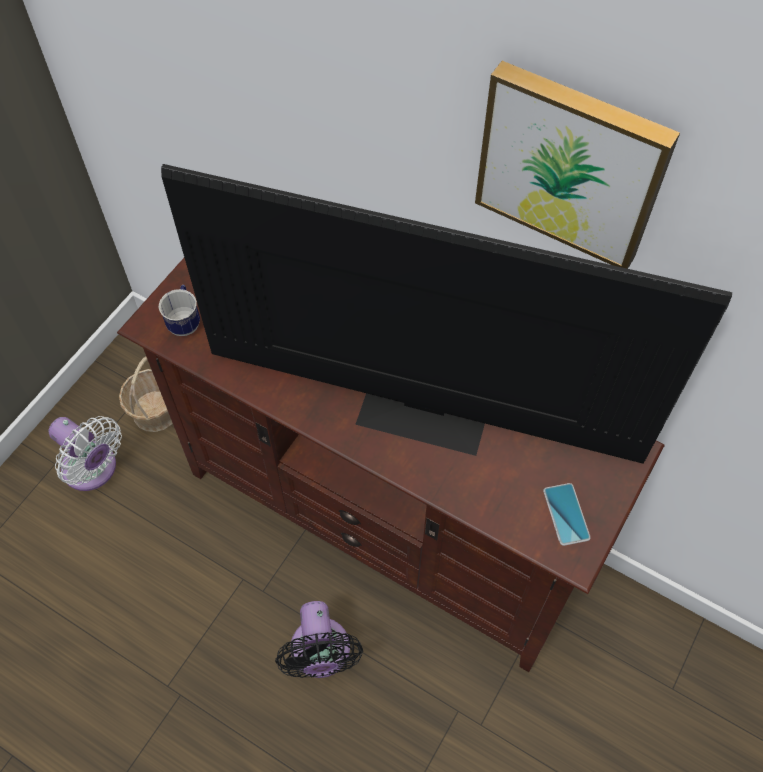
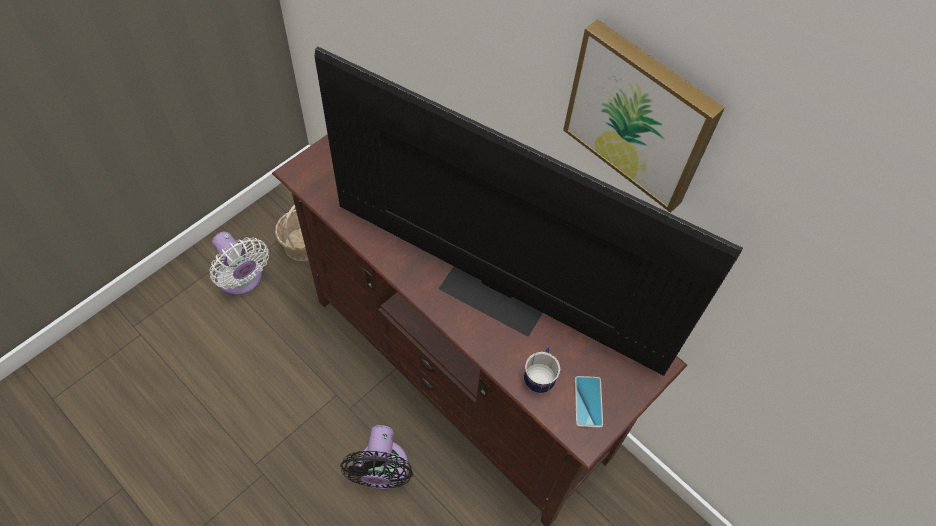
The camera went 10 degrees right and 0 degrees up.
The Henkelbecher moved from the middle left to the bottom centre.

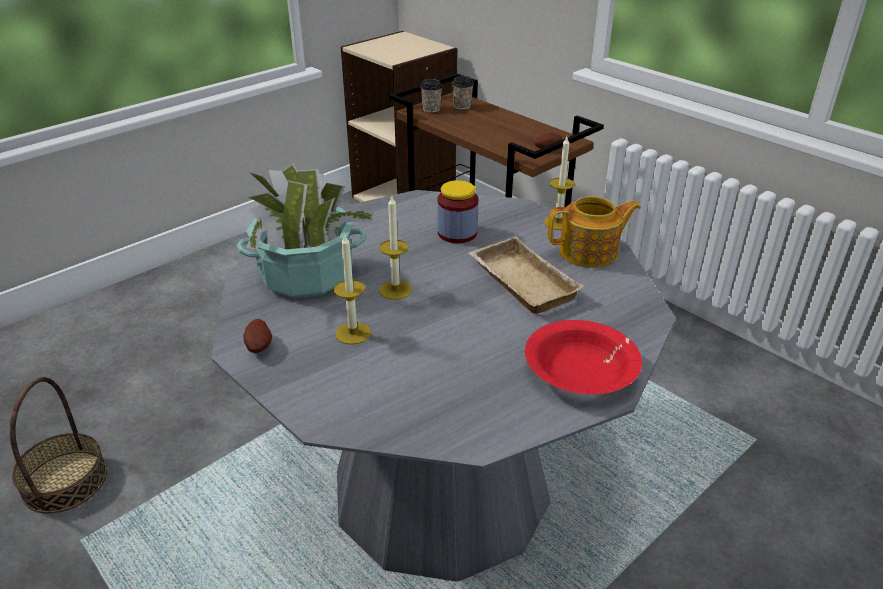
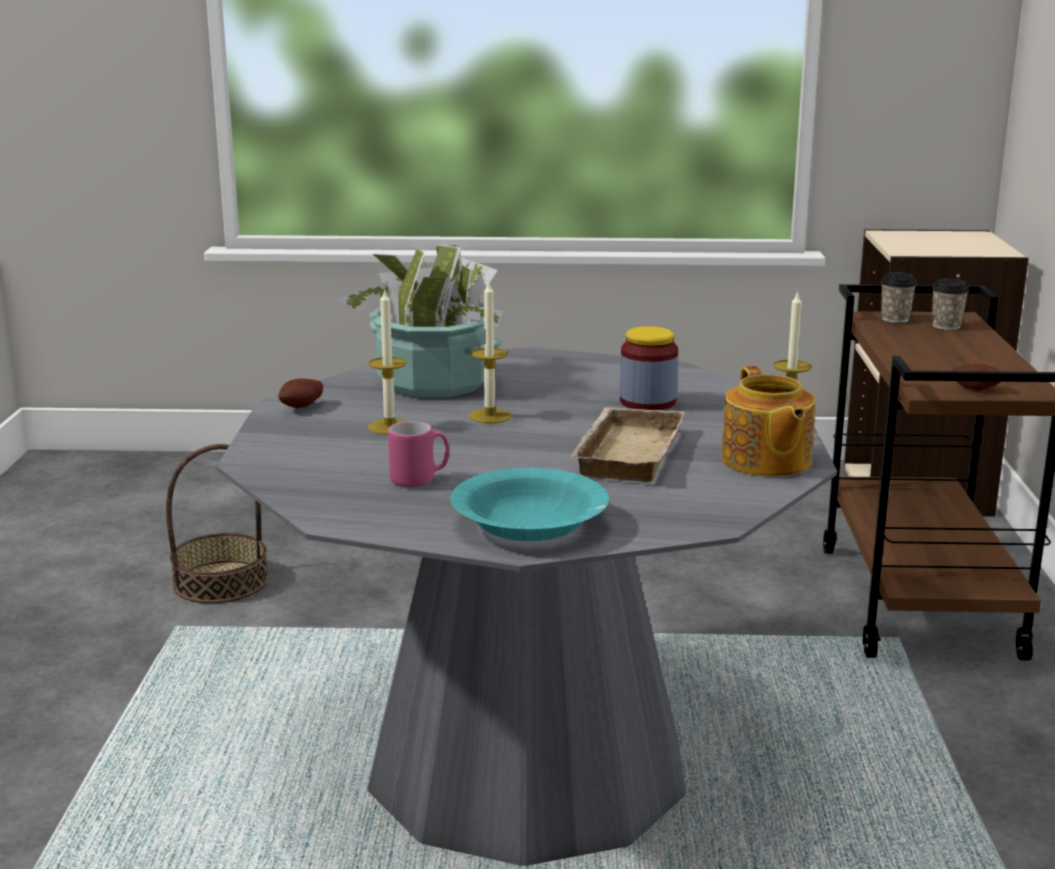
The camera went 45 degrees right and 15 degrees down.
The Henkelbecher (rosa) at the centre appeared.
The Schüssel (rot) at the centre became the Schüssel (türkis) at the centre.
The Teekanne at the middle right turned 45 degrees clockwise.

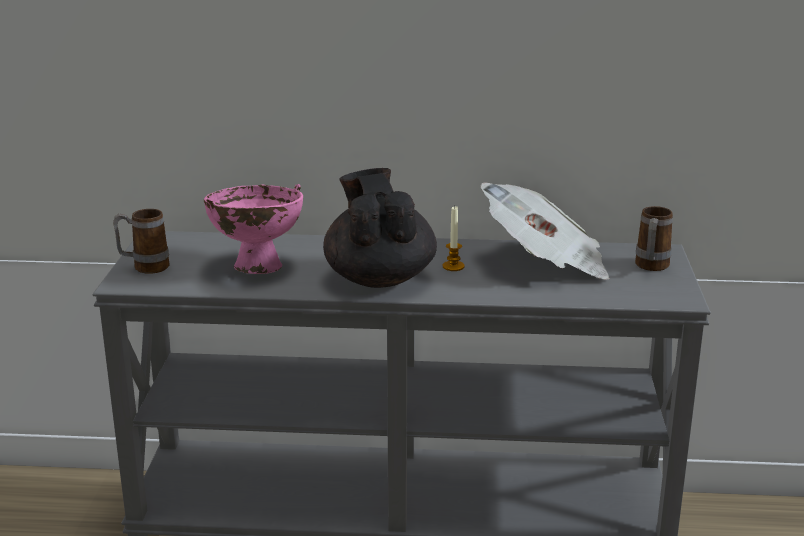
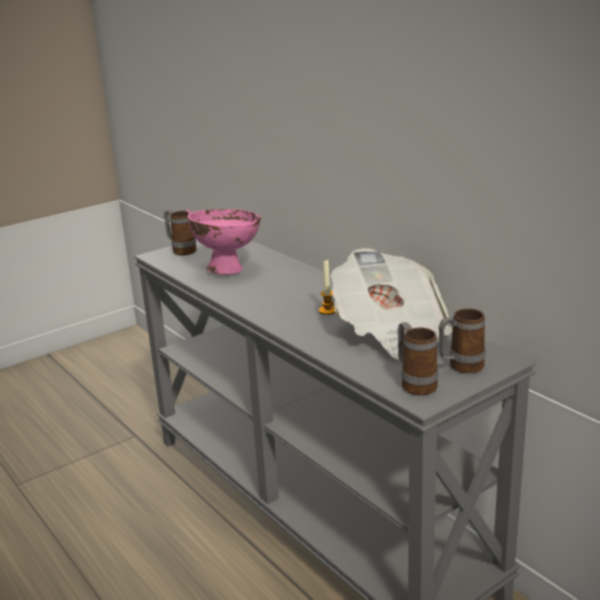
The camera went 50 degrees right and 0 degrees up.
The Teekanne (schwarz) at the centre disappeared.
The Henkelbecher (no. 2 from left) at the middle right appeared.

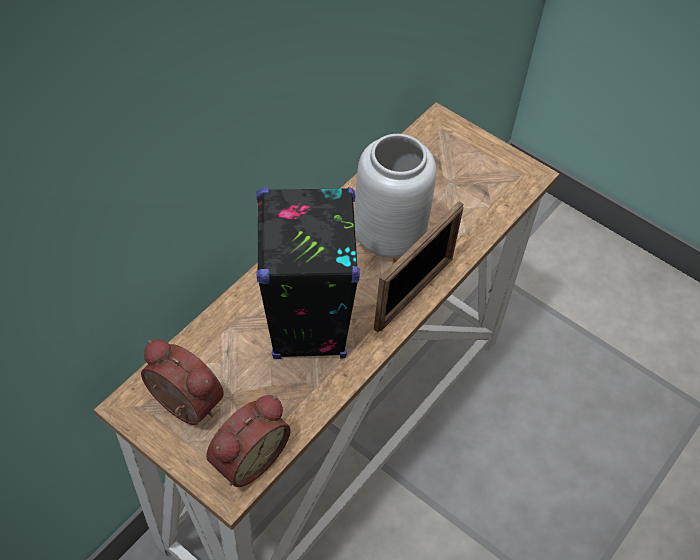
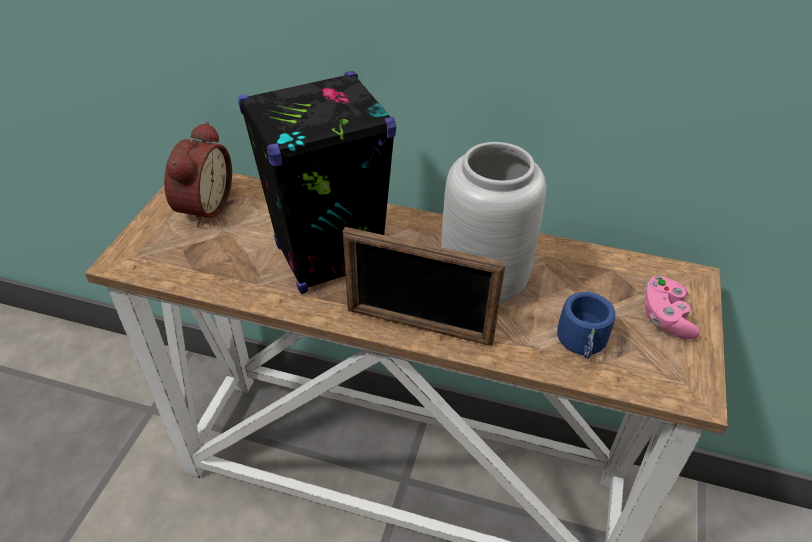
The camera went 70 degrees right and 10 degrees down.
The Wecker (no. 2 from left) at the bottom centre disappeared.
The Henkelbecher (blau) at the middle right appeared.
The Gamepad (rosa) at the middle right appeared.

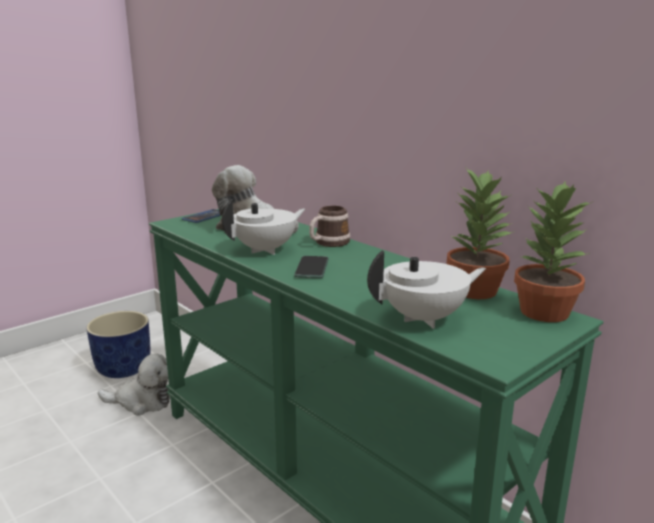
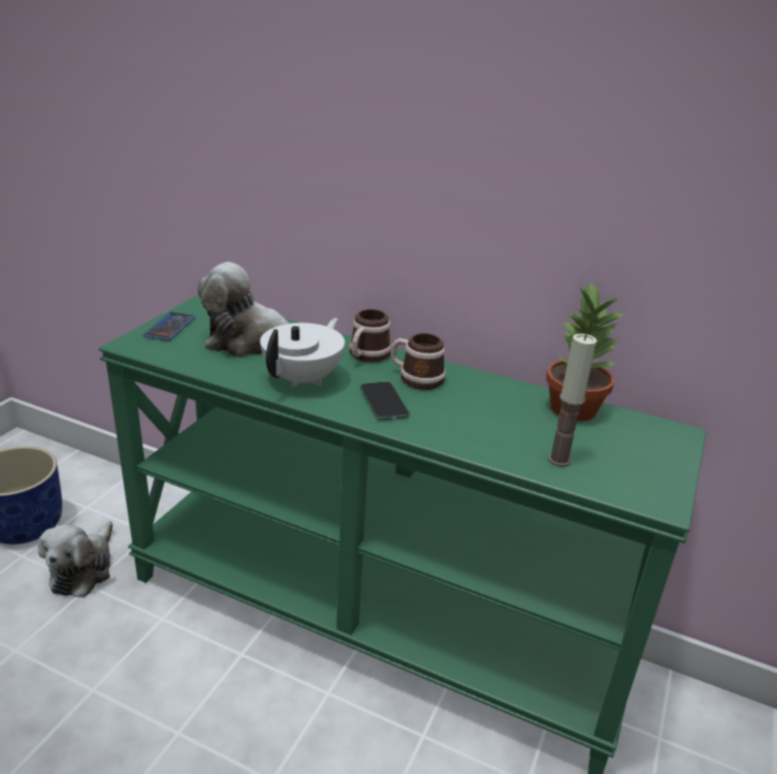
The camera went 25 degrees left and 10 degrees up.
The Topfpflanze (no. 2 from left) at the middle right disappeared.
The Henkelbecher (no. 2 from left) at the centre appeared.
The Teekanne (weiß) (no. 2 from left) at the centre was replaced by the Kerze at the middle right.
The Plüschtier (no. 1 from left) at the bottom left turned 120 degrees clockwise.

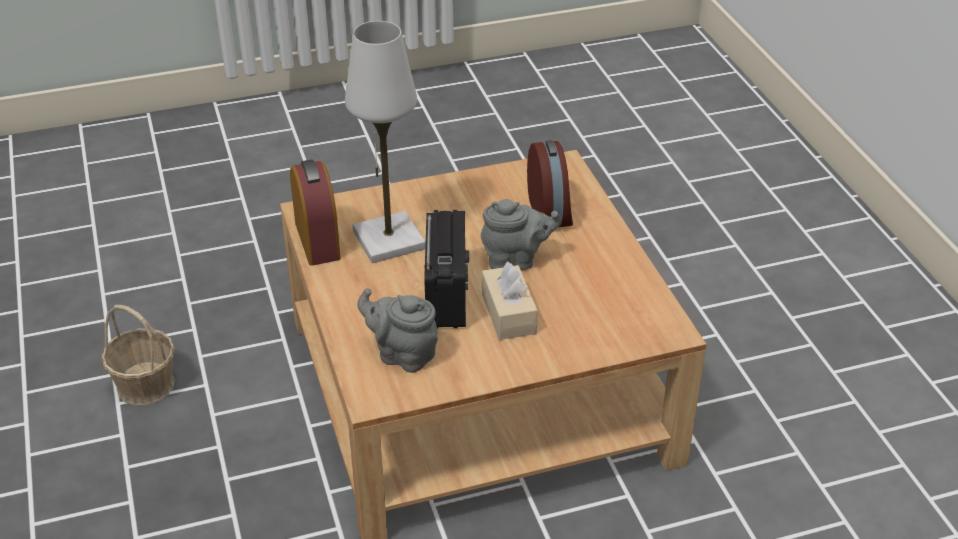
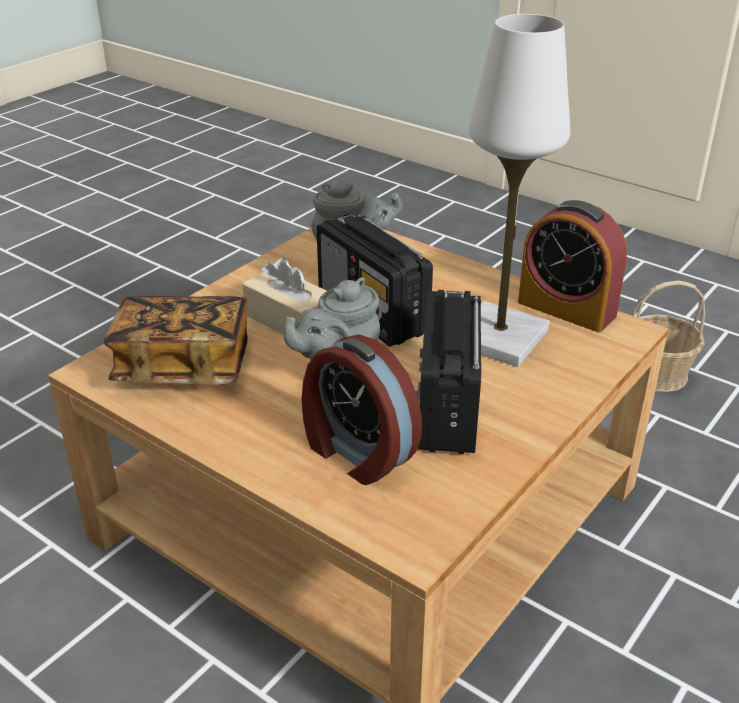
The camera went 145 degrees right and 5 degrees down.
The Buch at the middle left appeared.
The Radio (no. 2 from left) at the centre appeared.

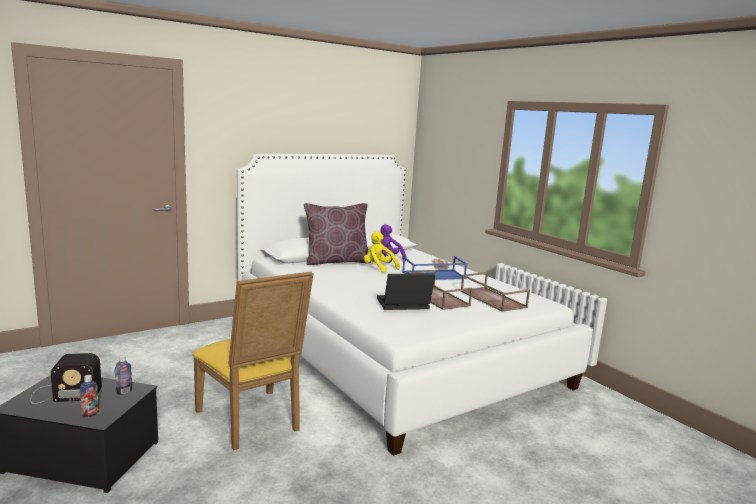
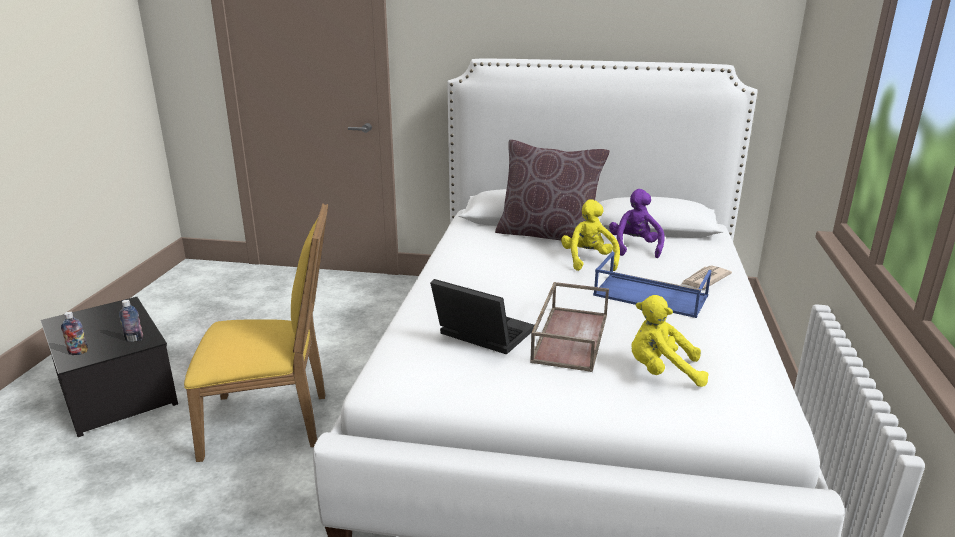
The camera went 45 degrees right and 10 degrees up.
The Radio at the bottom left disappeared.
The Tablett (braun) (no. 2 from left) at the centre was replaced by the Plüschtier (gelb) (no. 2 from left) at the middle right.
The Stuhl (gelb) at the bottom centre turned 105 degrees counterclockwise.

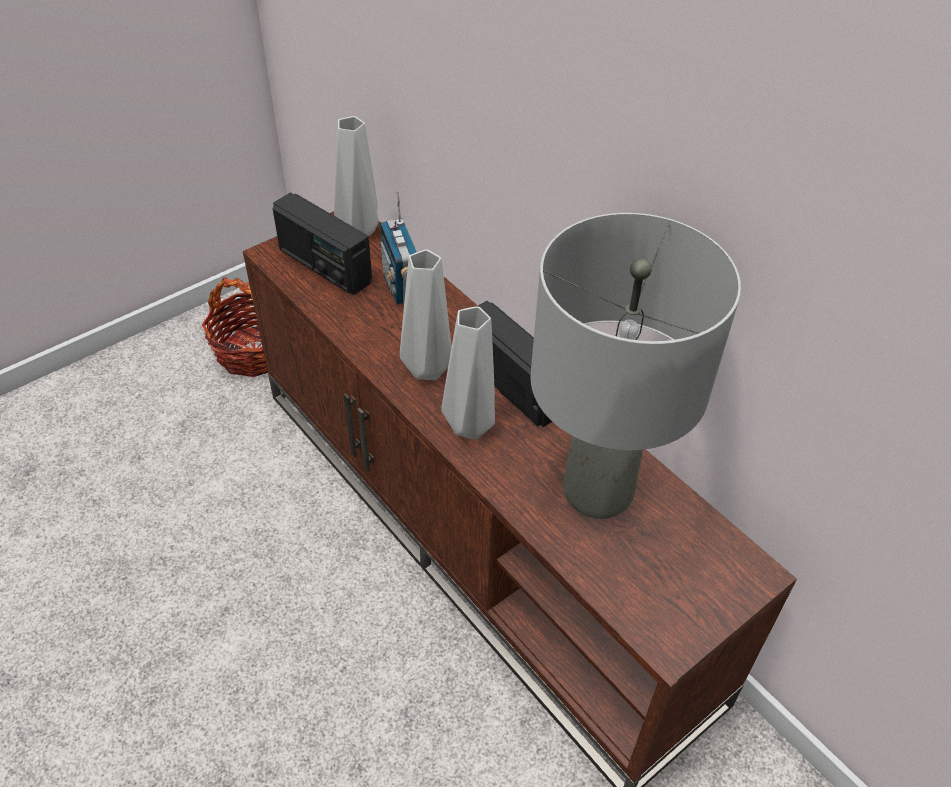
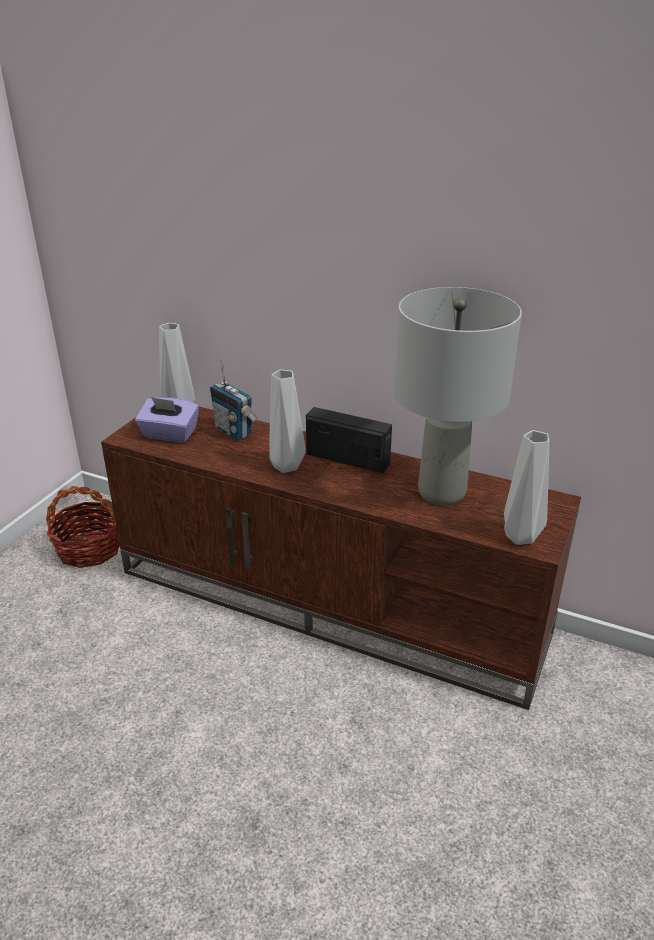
The camera went 25 degrees left and 15 degrees down.
The Vase (grau) (no. 3 from left) moved from the centre to the middle right.
The Radio (no. 1 from left) at the top centre was replaced by the Taschentuchbox (lila) at the middle left.

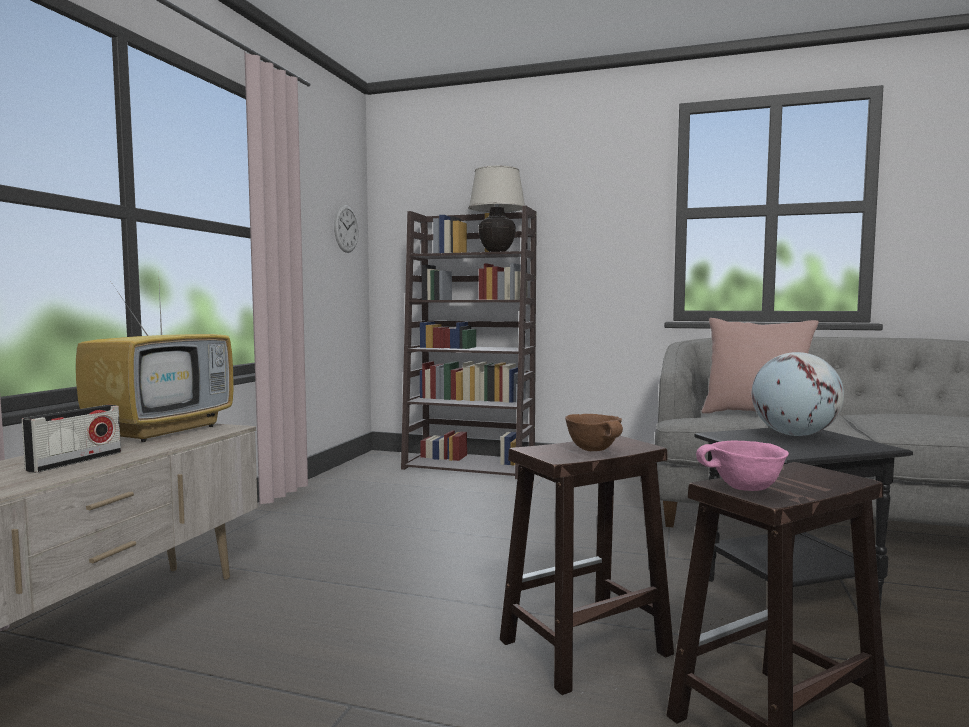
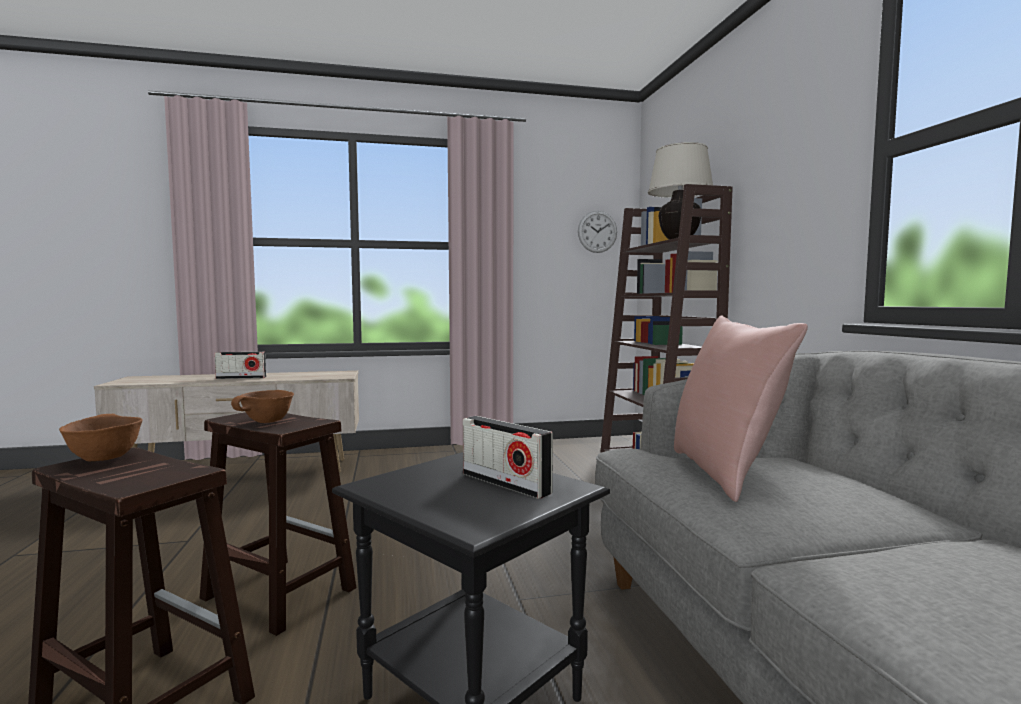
The camera went 60 degrees right and 0 degrees up.
The Fernseher at the middle left disappeared.
The Globus at the middle right was replaced by the Radio (no. 2 from left) at the centre.
The Schüssel (rosa) at the middle right became the Schüssel (braun) (no. 1 from left) at the middle left.

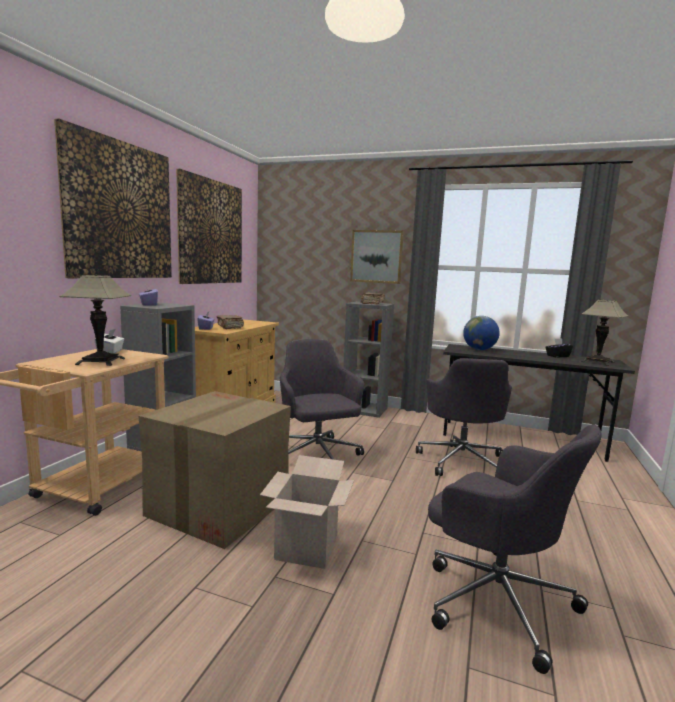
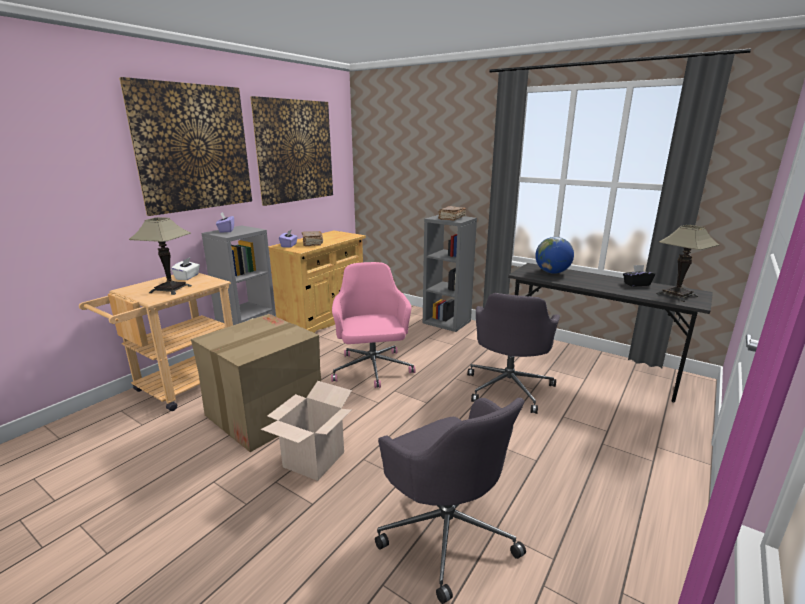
The camera went 15 degrees right and 10 degrees up.
The Bild (no. 3 from left) at the centre disappeared.
The Bürostuhl (grau) (no. 1 from left) at the centre became the Bürostuhl (rosa) at the centre.

